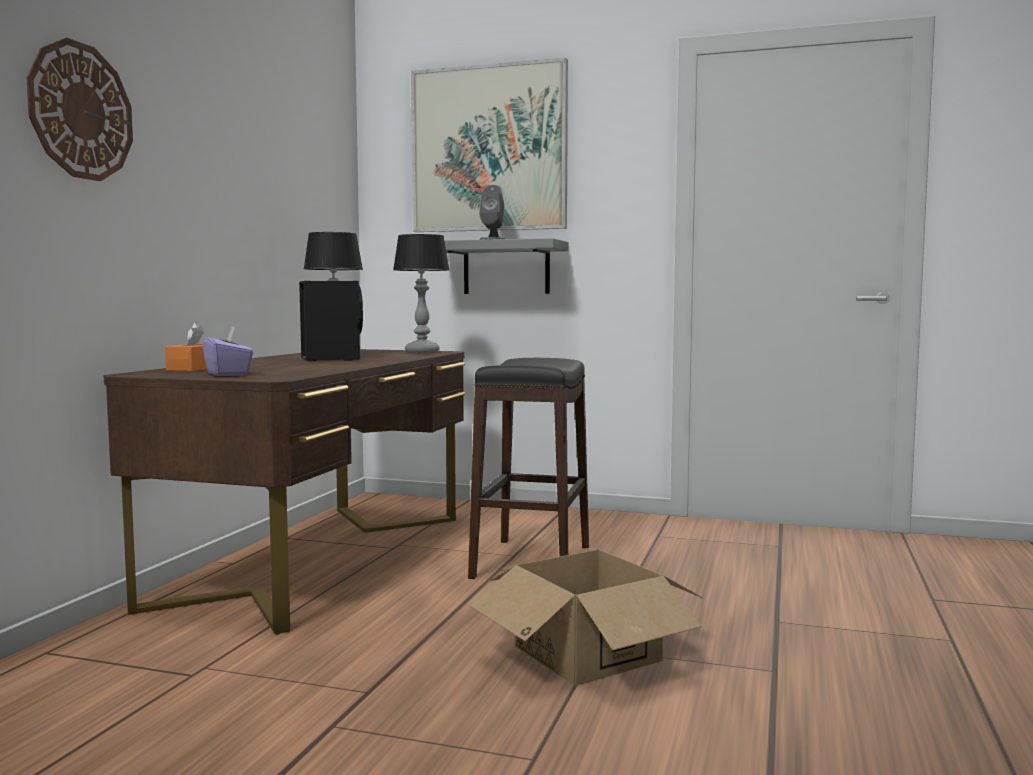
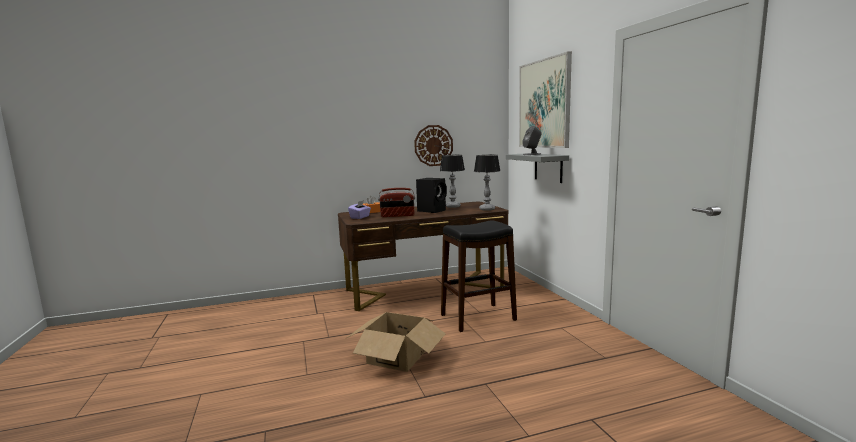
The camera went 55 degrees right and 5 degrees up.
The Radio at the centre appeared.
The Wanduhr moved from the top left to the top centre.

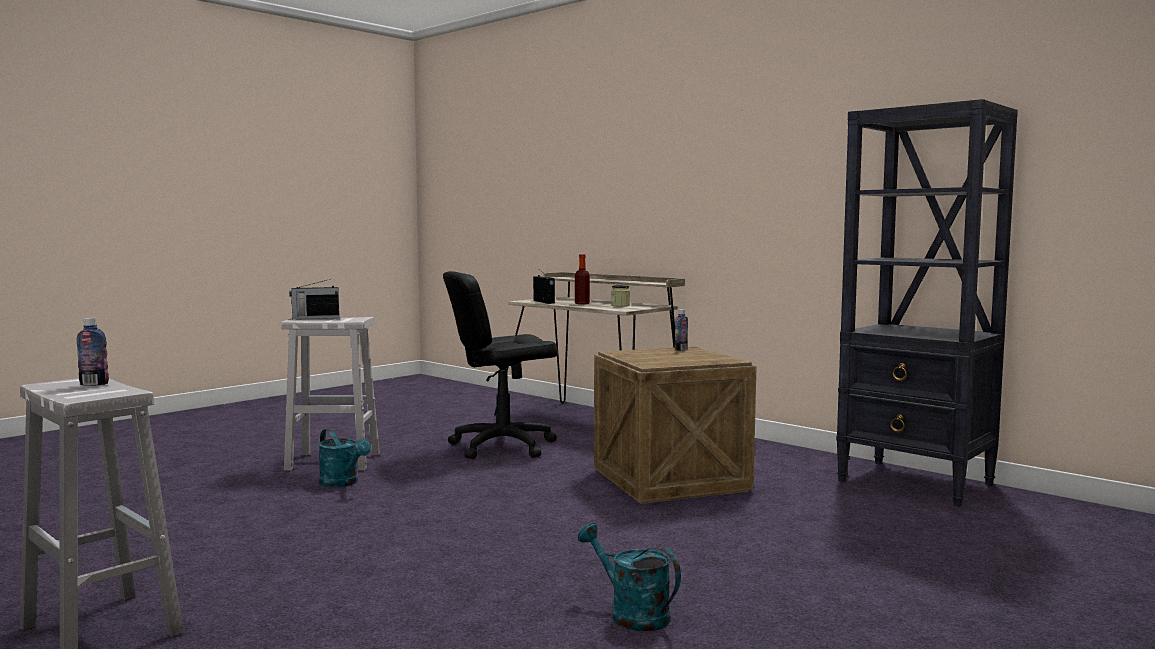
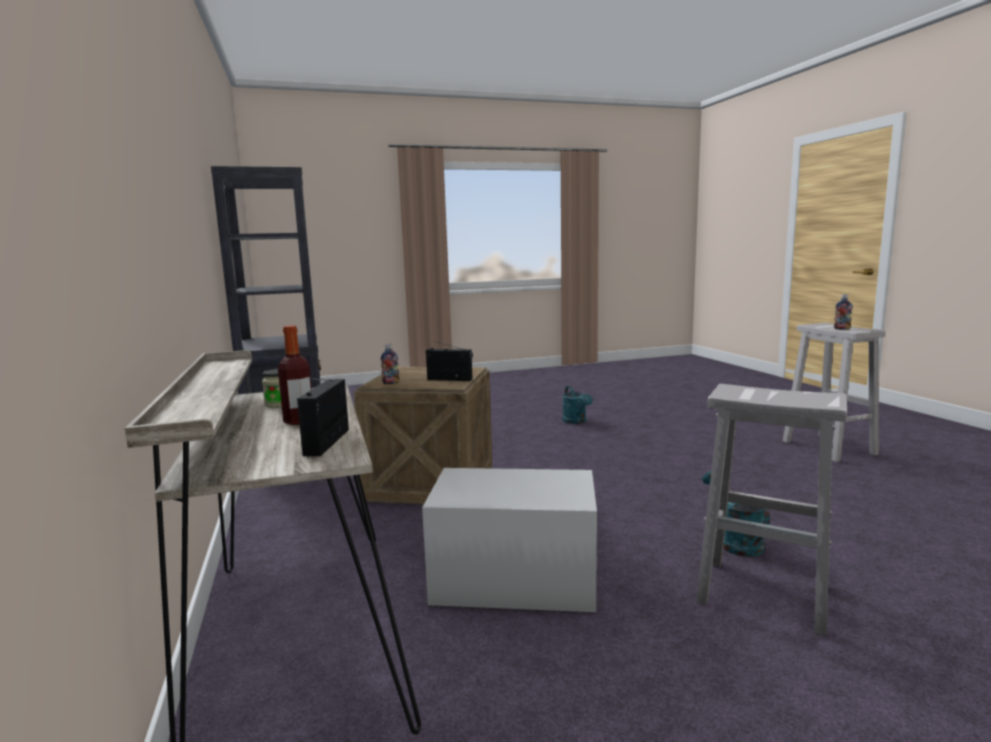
The camera went 150 degrees left and 5 degrees up.
The Radio (no. 1 from left in the first image) moved from the middle left to the centre.
The Bürostuhl (schwarz) at the centre was replaced by the Aufbewahrungsbox (weiß) at the bottom centre.

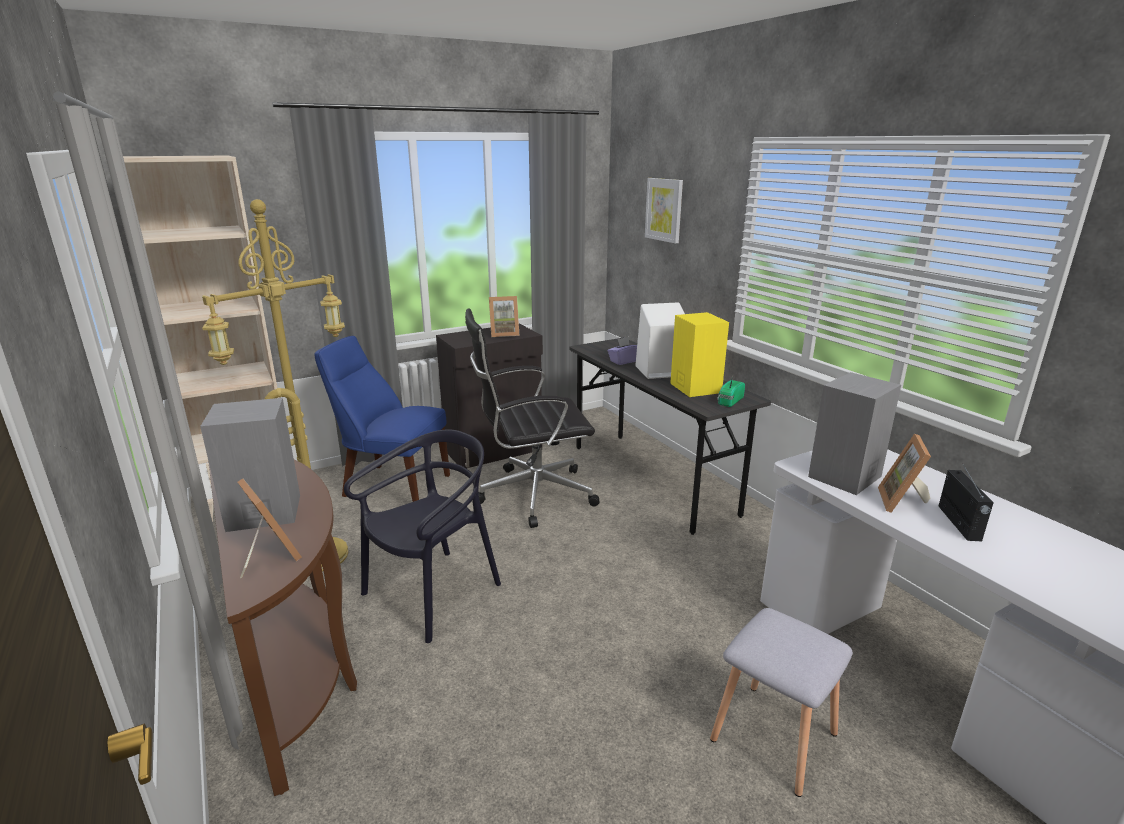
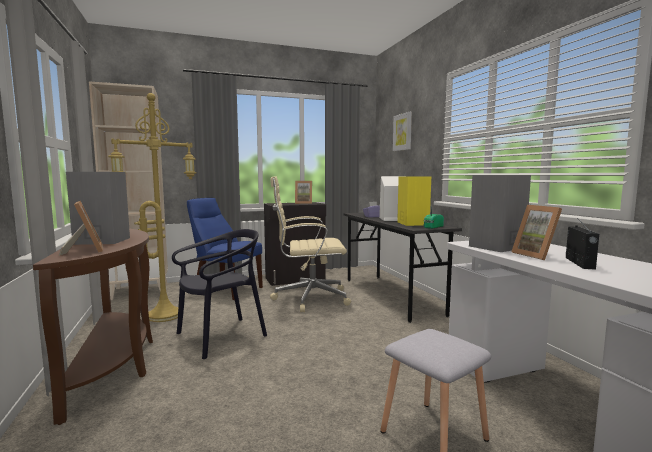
The camera went 10 degrees right and 15 degrees down.
The Bürostuhl (schwarz) at the centre became the Bürostuhl (beige) at the centre.
The Bilderrahmen (no. 3 from left) at the middle right turned 45 degrees counterclockwise.

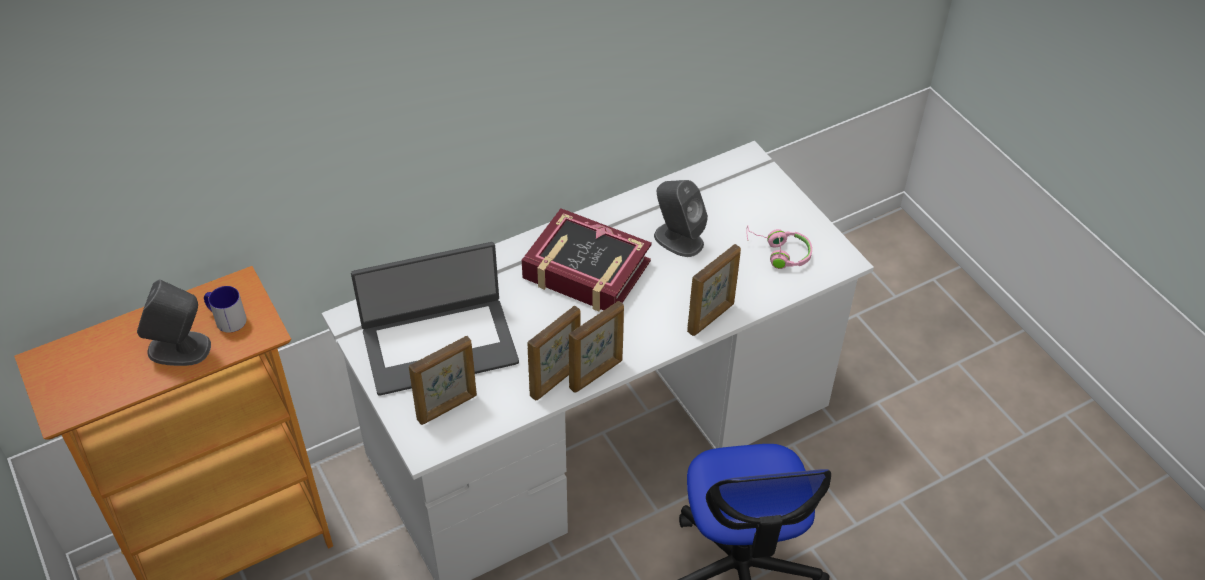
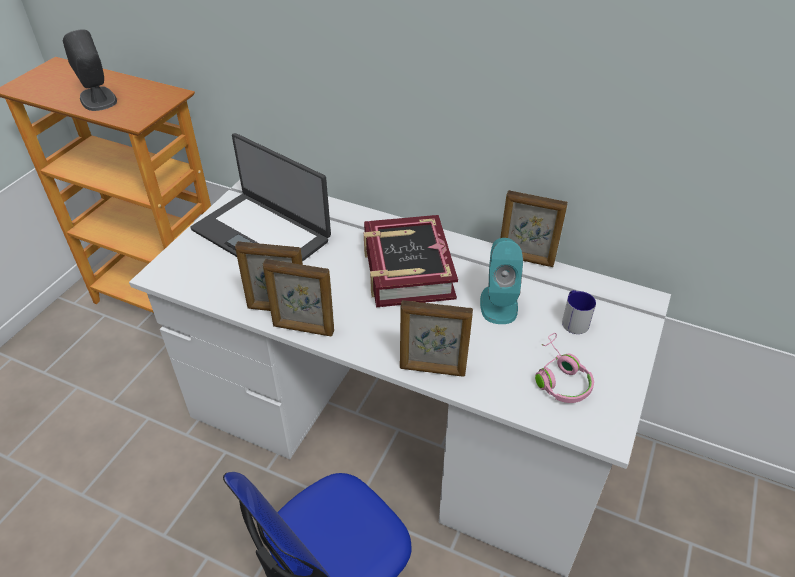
The camera went 55 degrees right and 5 degrees down.
The Henkelbecher moved from the middle left to the middle right.
The Bilderrahmen (no. 1 from left in the first image) moved from the centre to the middle right.
The Lautsprecher (grau) (no. 2 from left) at the centre became the Lautsprecher (türkis) at the centre.

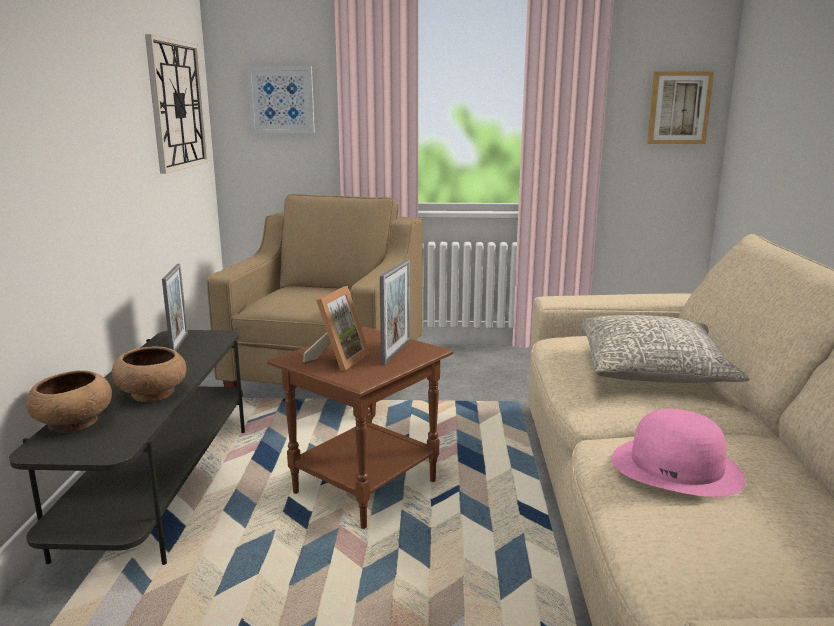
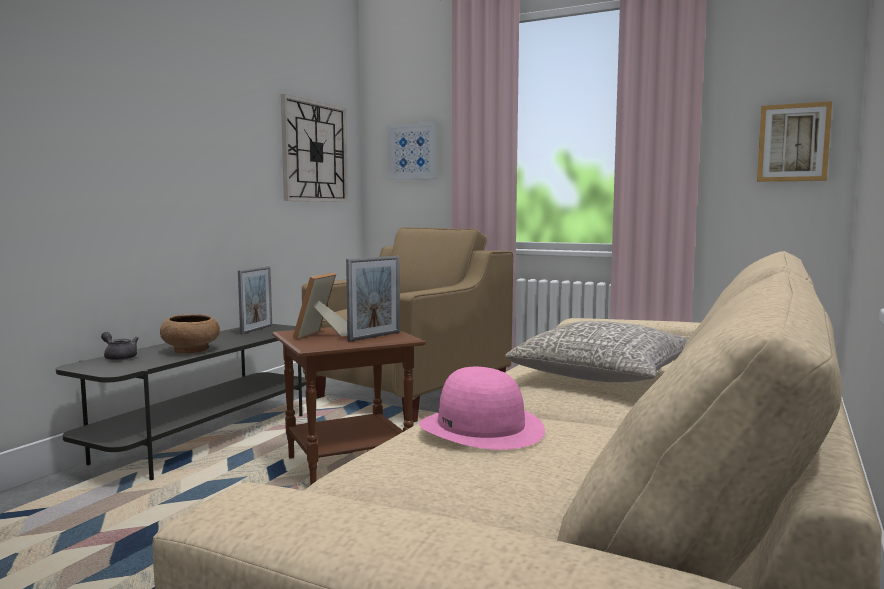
The camera went 25 degrees right and 10 degrees down.
The Schüssel (braun) (no. 1 from left) at the middle left was replaced by the Teekanne (grau) at the middle left.
The Bilderrahmen (no. 2 from left) at the centre turned 150 degrees clockwise.

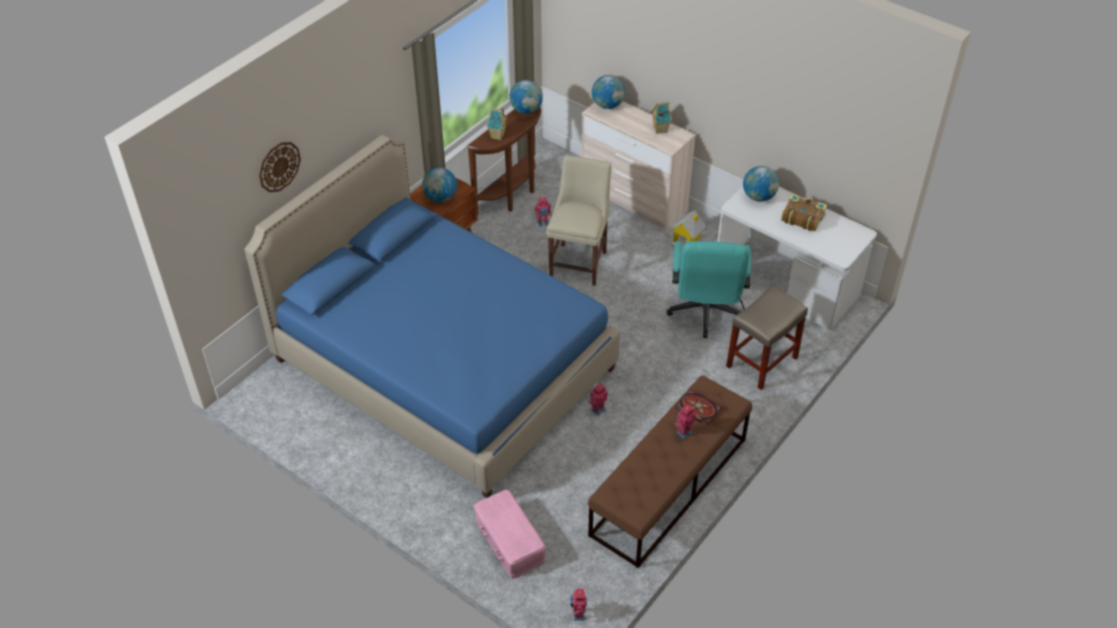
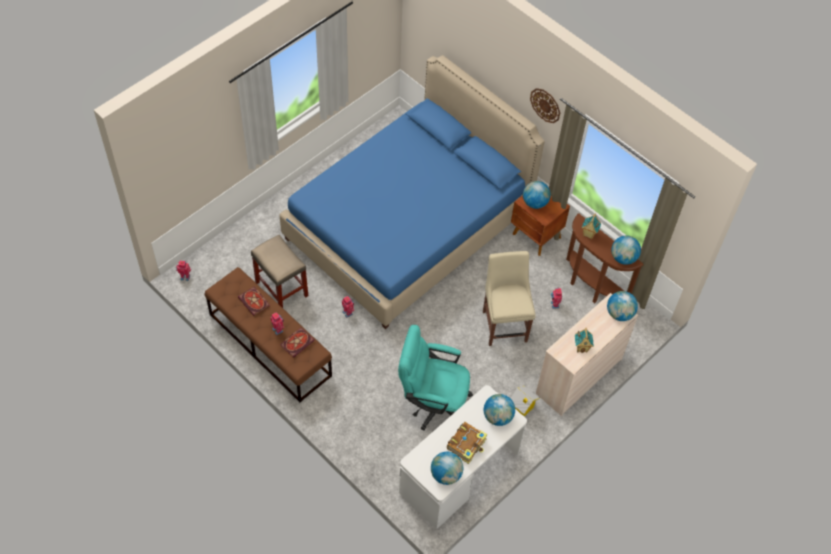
The camera went 95 degrees right and 10 degrees up.
The Aufbewahrungsbox (rosa) at the bottom centre disappeared.
The Buch (no. 1 from left) at the middle left appeared.
The Globus (no. 1 from left) at the bottom centre appeared.
The Wanduhr moved from the top left to the top centre.
The Hocker (beige) moved from the middle right to the centre.
The Stuhl (beige) at the centre turned 120 degrees counterclockwise.

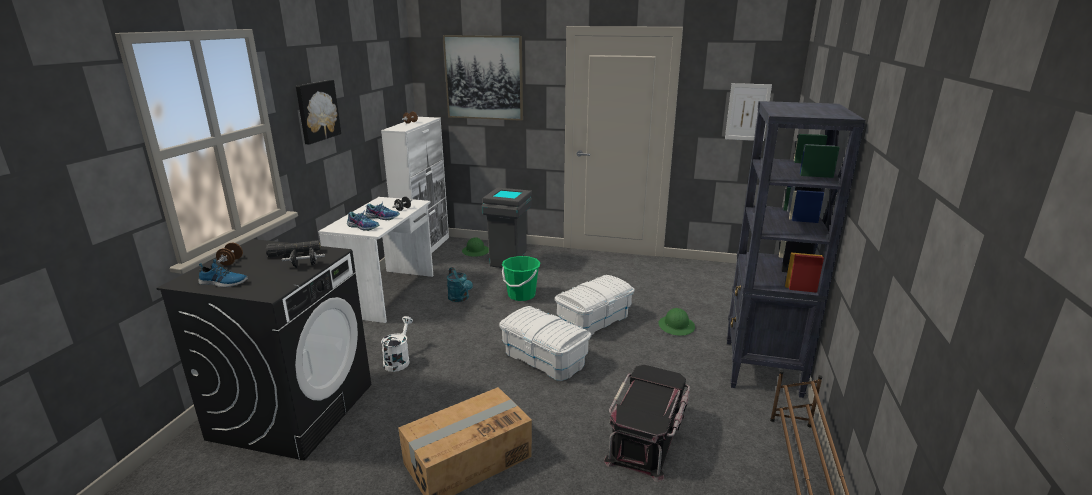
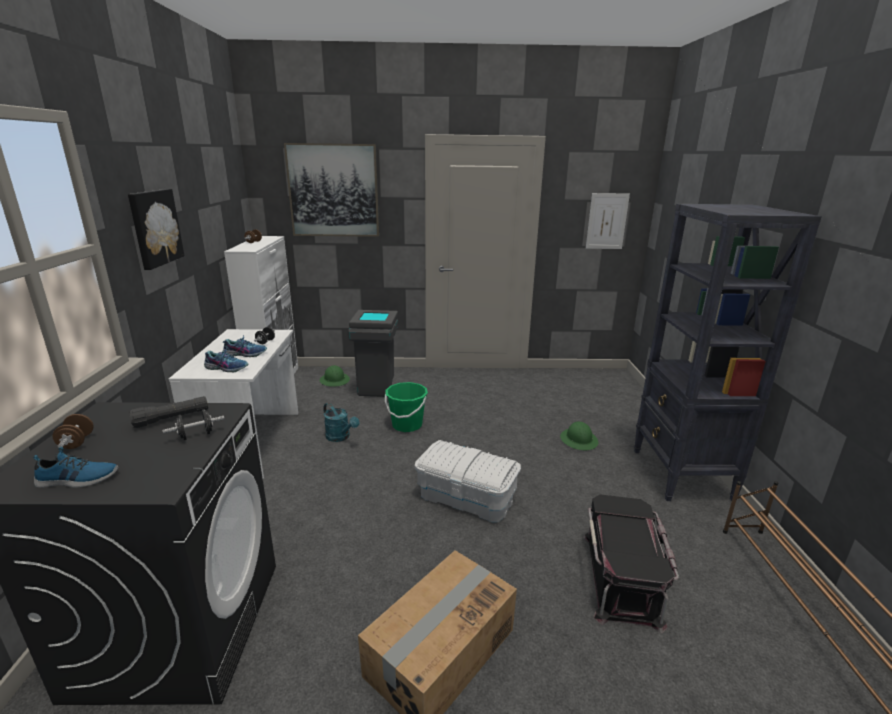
The camera went 15 degrees left and 0 degrees up.
The Gießkanne (weiß) at the bottom centre disappeared.
The Aufbewahrungsbox (weiß) (no. 2 from left) at the centre disappeared.

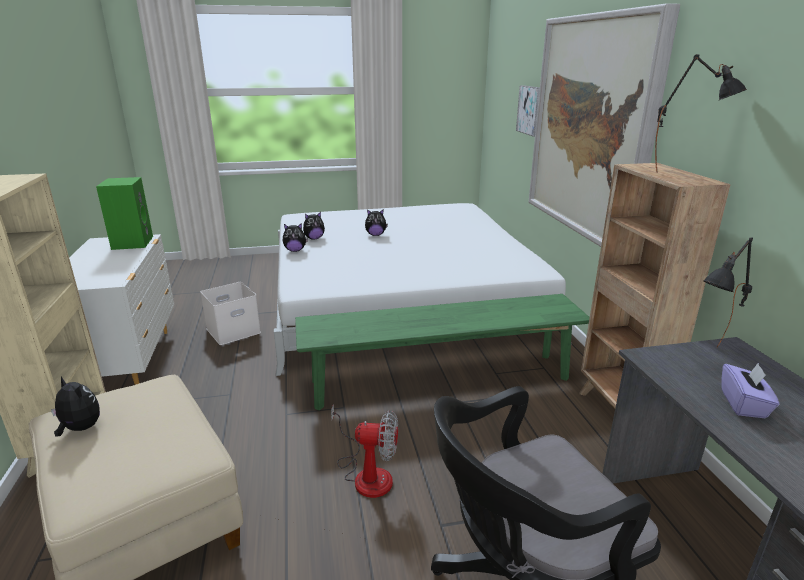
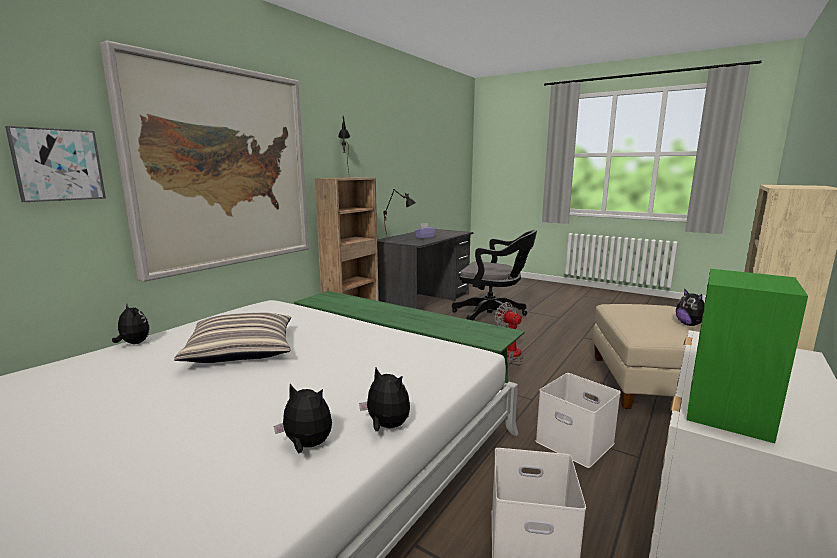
The camera went 135 degrees left and 10 degrees down.
The Kissen at the middle left appeared.
The Aufbewahrungsbox (weiß) (no. 2 from left) at the bottom right appeared.
The Plüschtier (no. 4 from left in the first image) moved from the centre to the middle left.

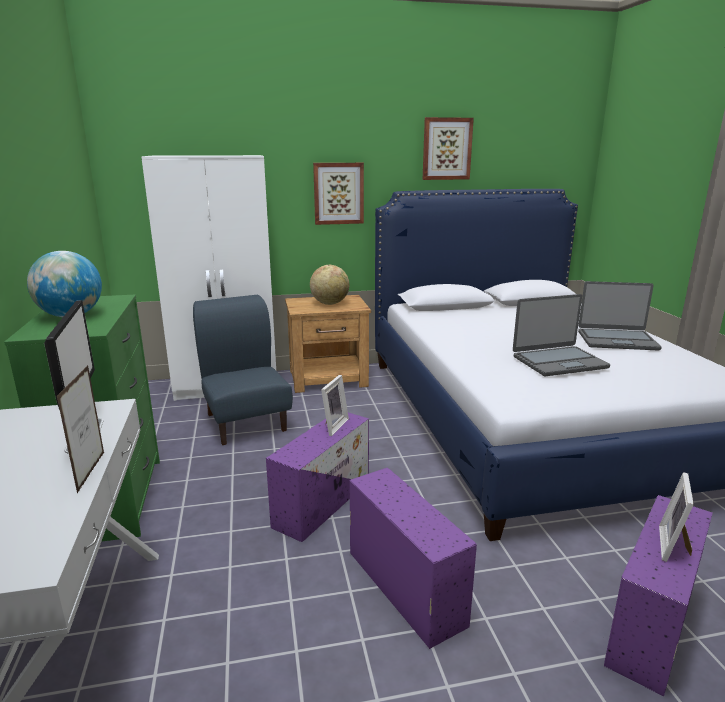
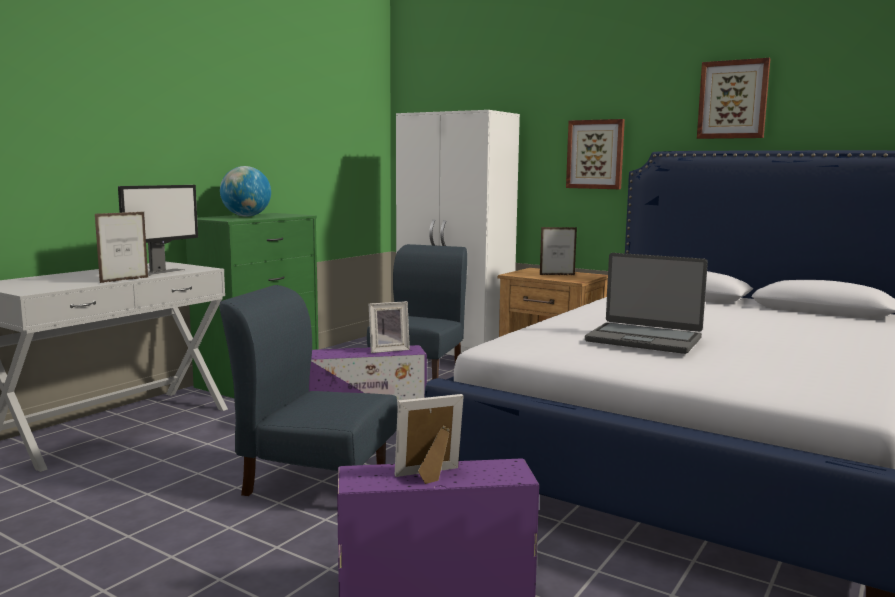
The camera went 45 degrees right and 10 degrees down.
The Laptop (no. 2 from left) at the middle right disappeared.
The Globus (no. 2 from left) at the centre was replaced by the Bilderrahmen (no. 4 from left) at the centre.
The Aufbewahrungsbox (lila) (no. 2 from left) at the bottom centre was replaced by the Stuhl (blau) (no. 1 from left) at the centre.

